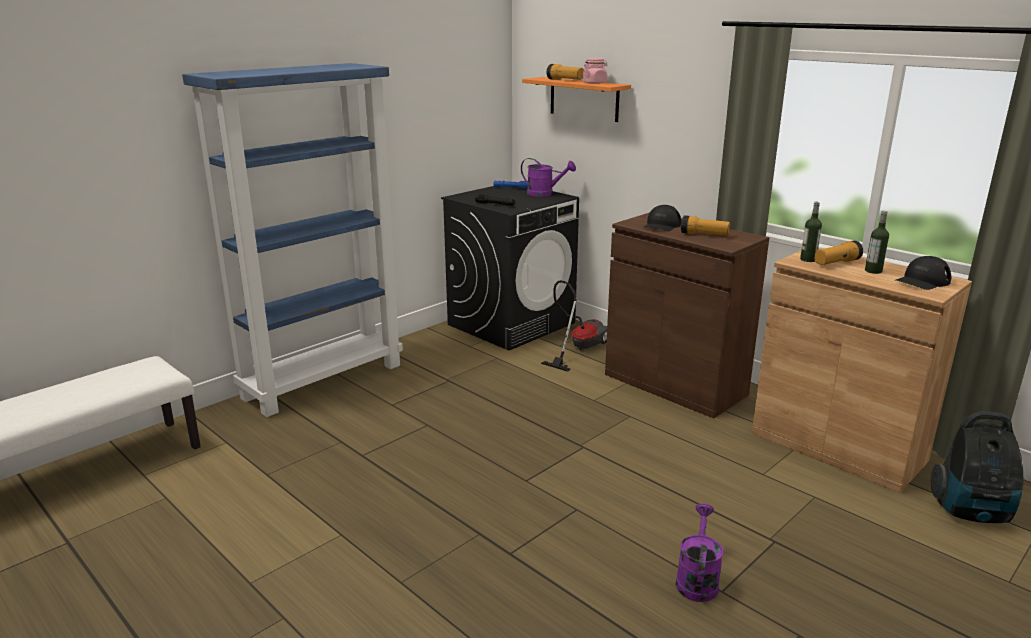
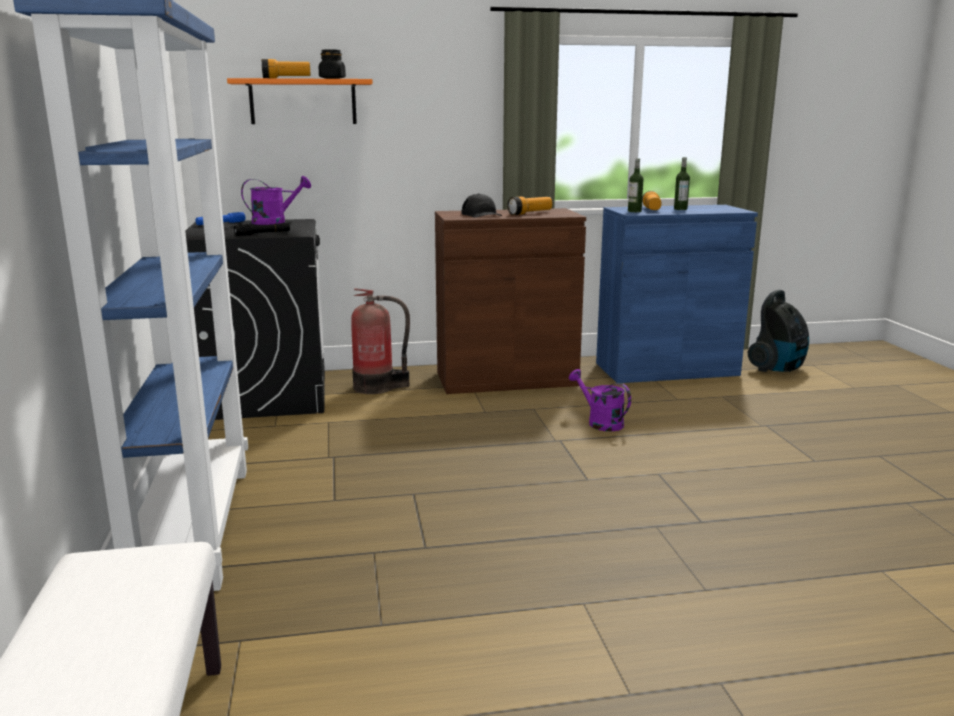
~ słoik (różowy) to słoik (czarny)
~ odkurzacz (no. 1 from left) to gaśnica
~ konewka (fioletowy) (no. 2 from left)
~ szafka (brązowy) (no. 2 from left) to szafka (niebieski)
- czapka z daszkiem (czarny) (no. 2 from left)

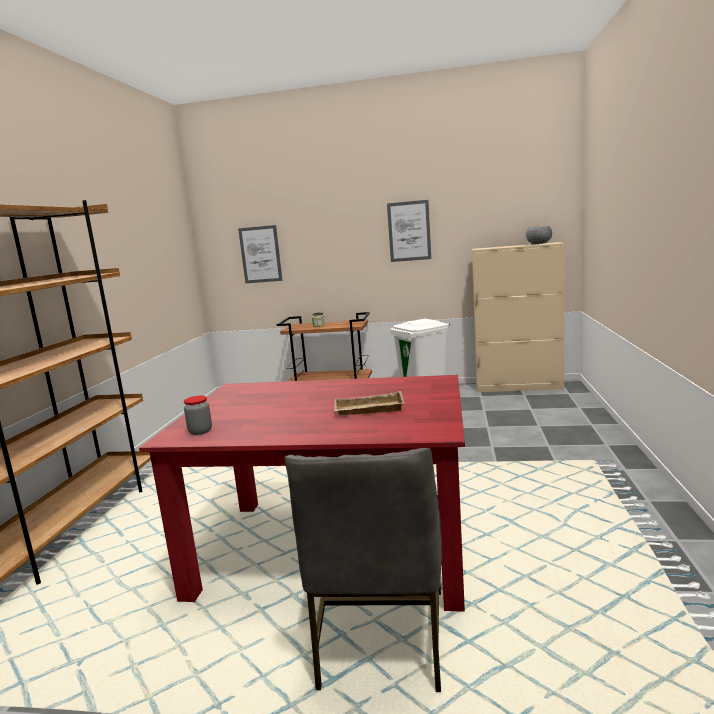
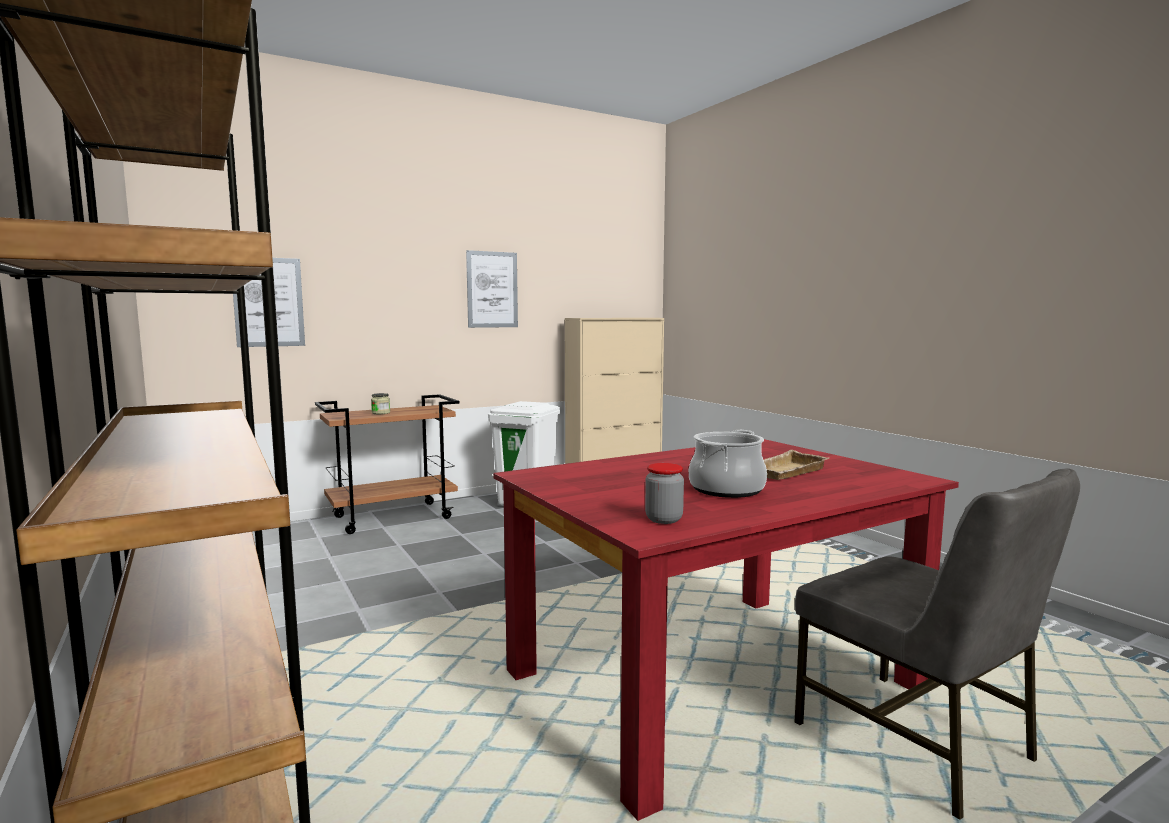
+ garnek
- miska (szary)

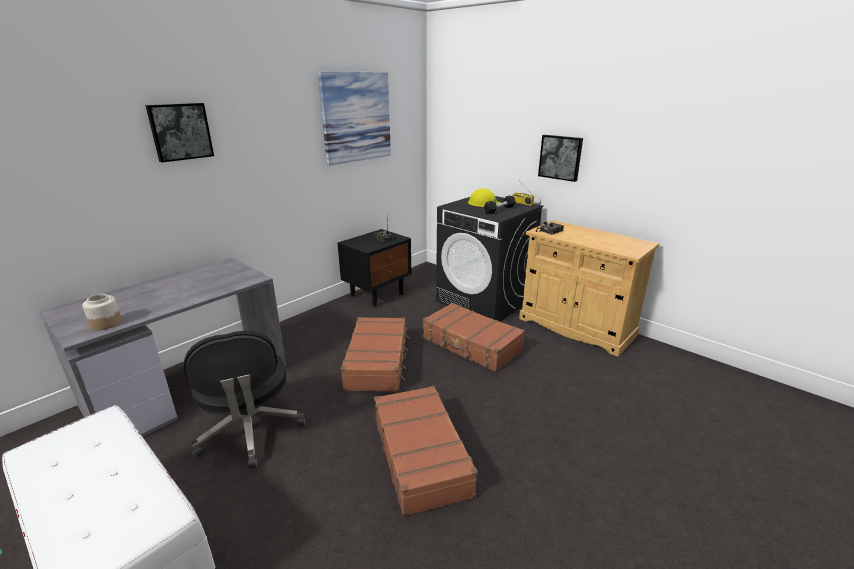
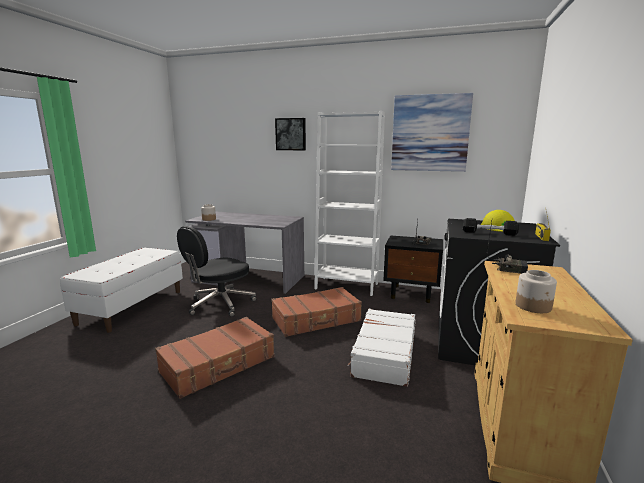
+ regał (biały)
~ walizka (brązowy) (no. 3 from left) to walizka (biały)
+ słoik (no. 2 from left)
- obraz (no. 3 from left)

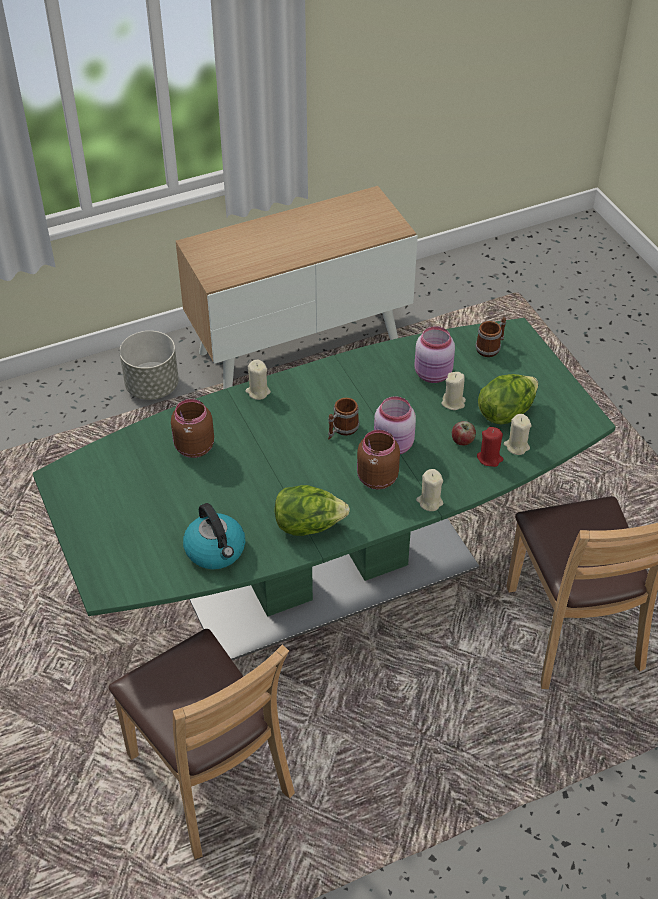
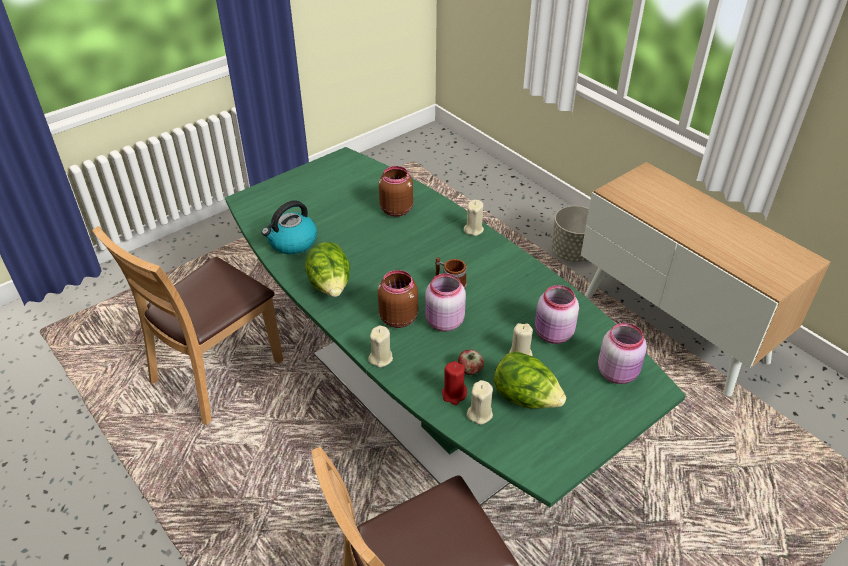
~ kubek (no. 2 from left) to słoik (różowy) (no. 3 from left)

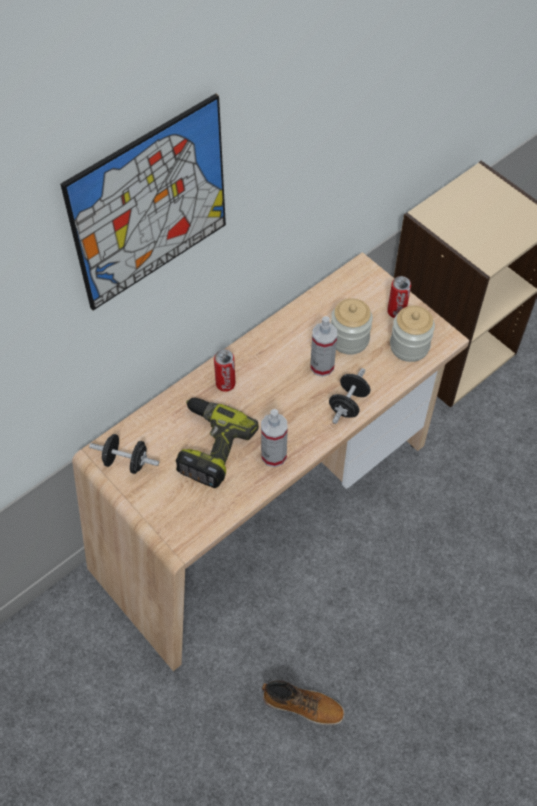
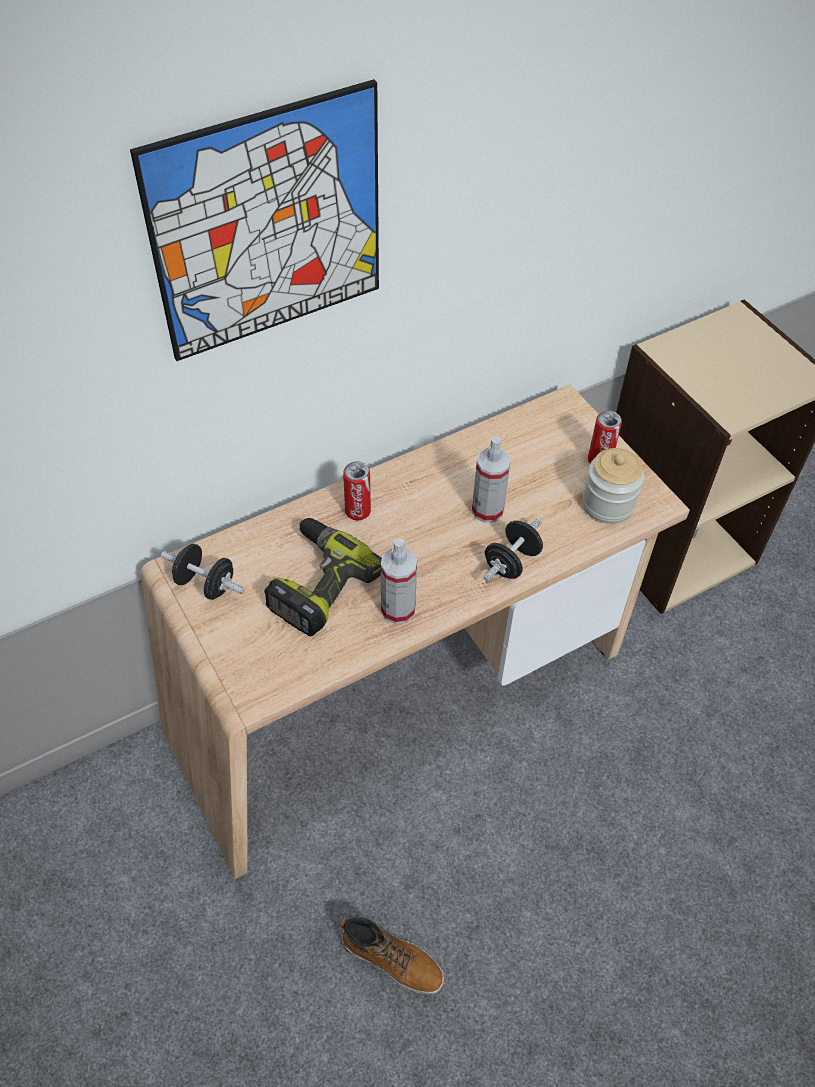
- słoik (no. 1 from left)

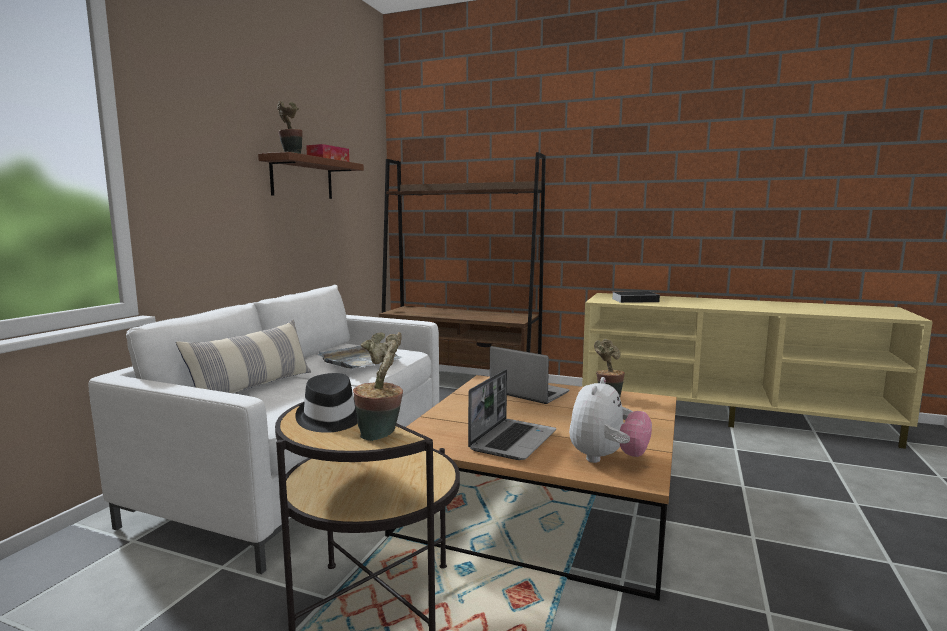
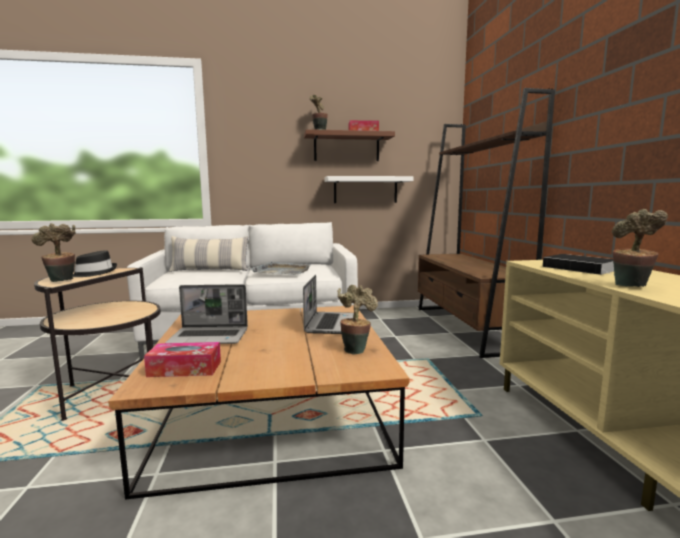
~ pluszak to pudełko chusteczek (no. 1 from left)
+ półka (biały)
+ roślina doniczkowa (no. 4 from left)

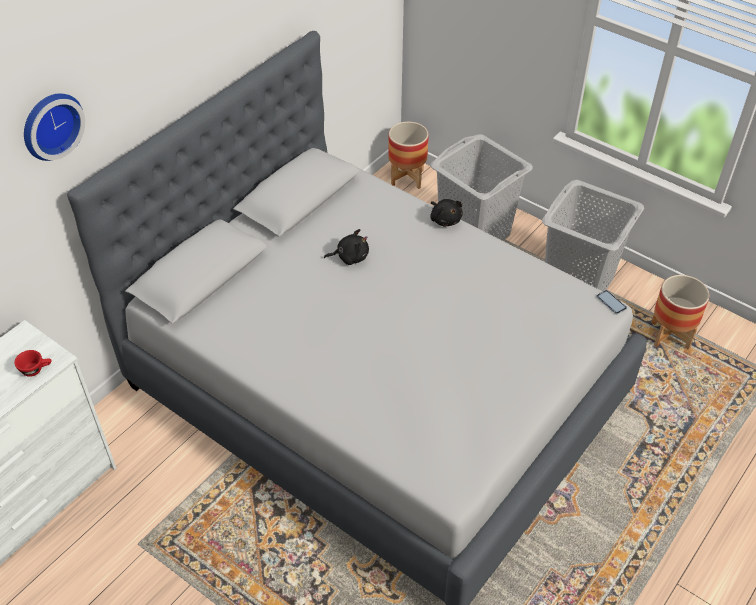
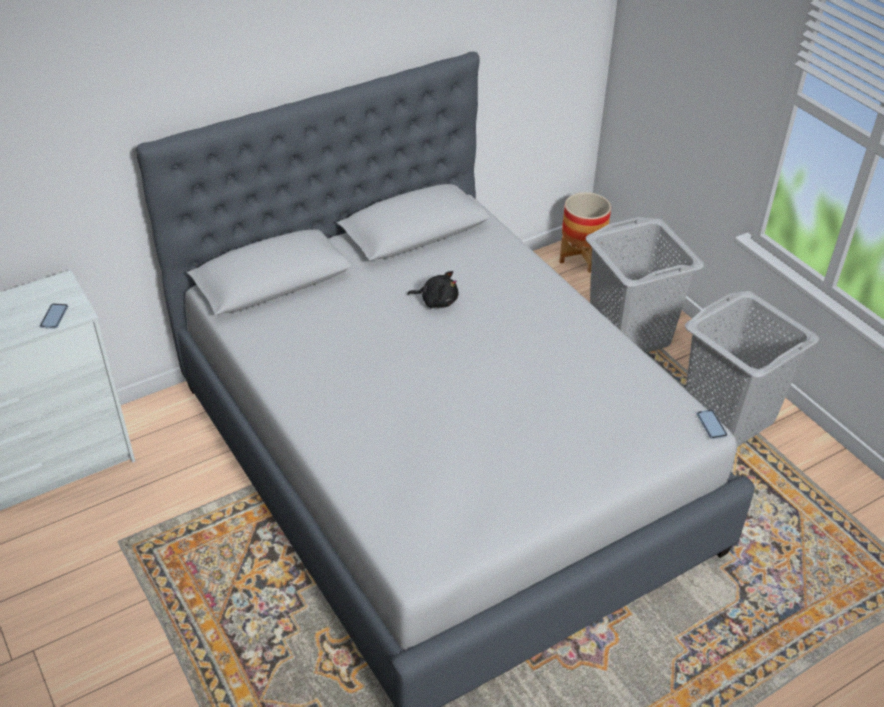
~ filiżanka (czerwony) to telefon (no. 1 from left)
- zegar ścienny
- pluszak (czarny) (no. 2 from left)
- donica (no. 2 from left)

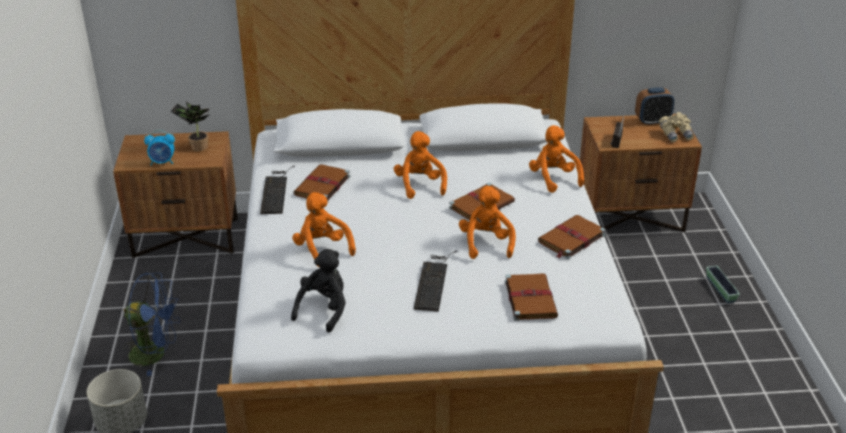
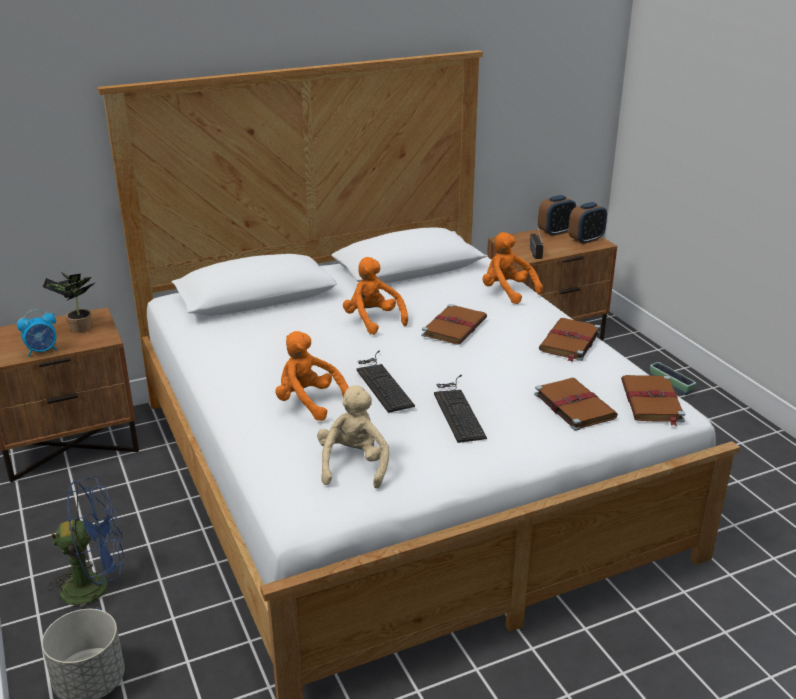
~ pluszak (czarny) to pluszak (beżowy)
~ klawiatura (no. 1 from left)
~ lornetka (beżowy) to budzik (no. 3 from left)
~ książka (brązowy) (no. 1 from left in the first image) to książka (brązowy) (no. 4 from left)
- pluszak (pomarańczowy) (no. 3 from left)

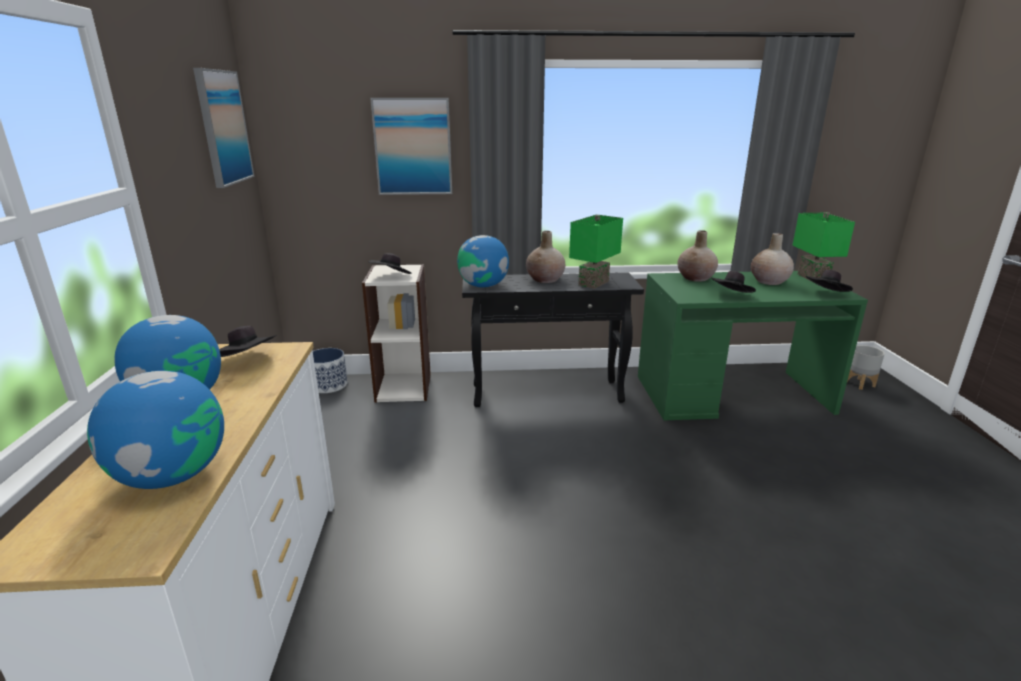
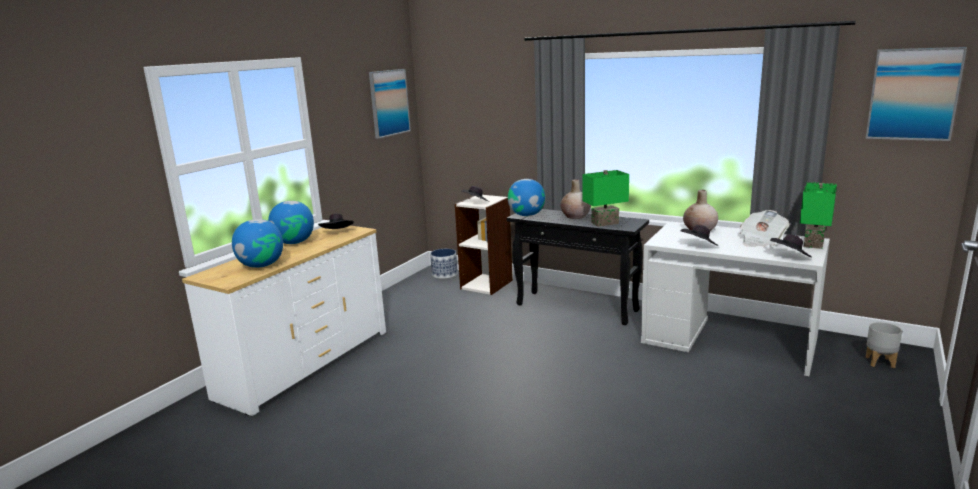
~ biurko (zielony) to biurko (biały)
~ wazon (beżowy) (no. 3 from left) to gazeta
~ obraz (no. 2 from left)

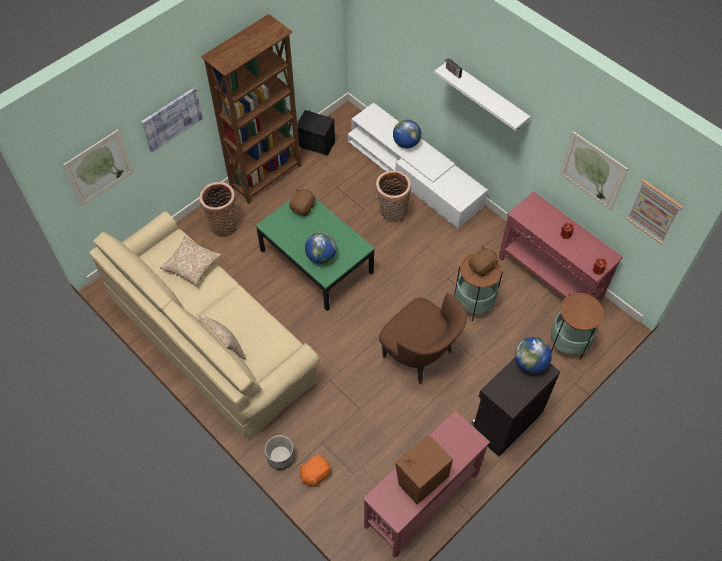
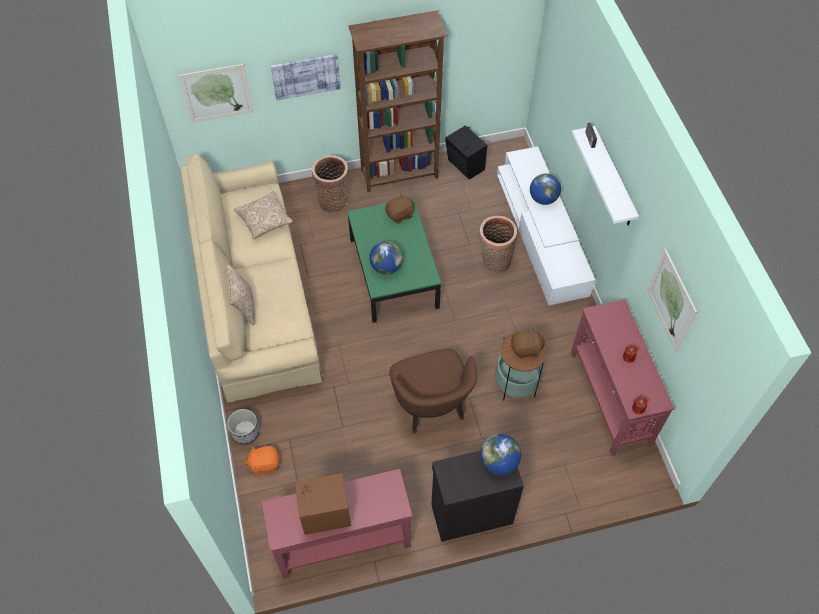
- stolik (no. 2 from left)
- obraz (no. 4 from left)

